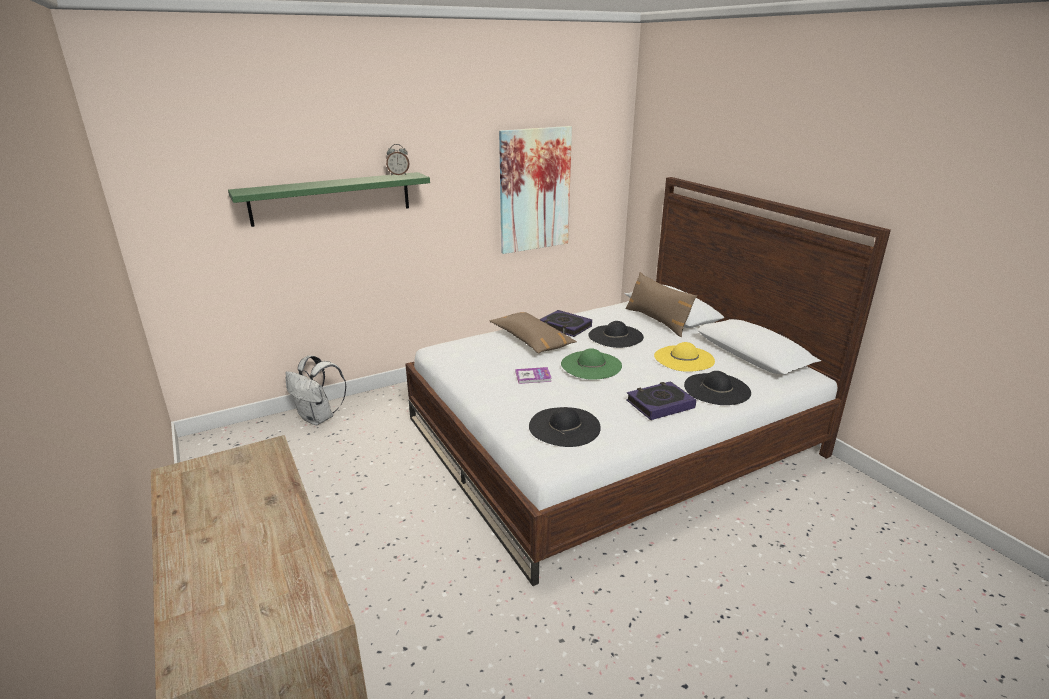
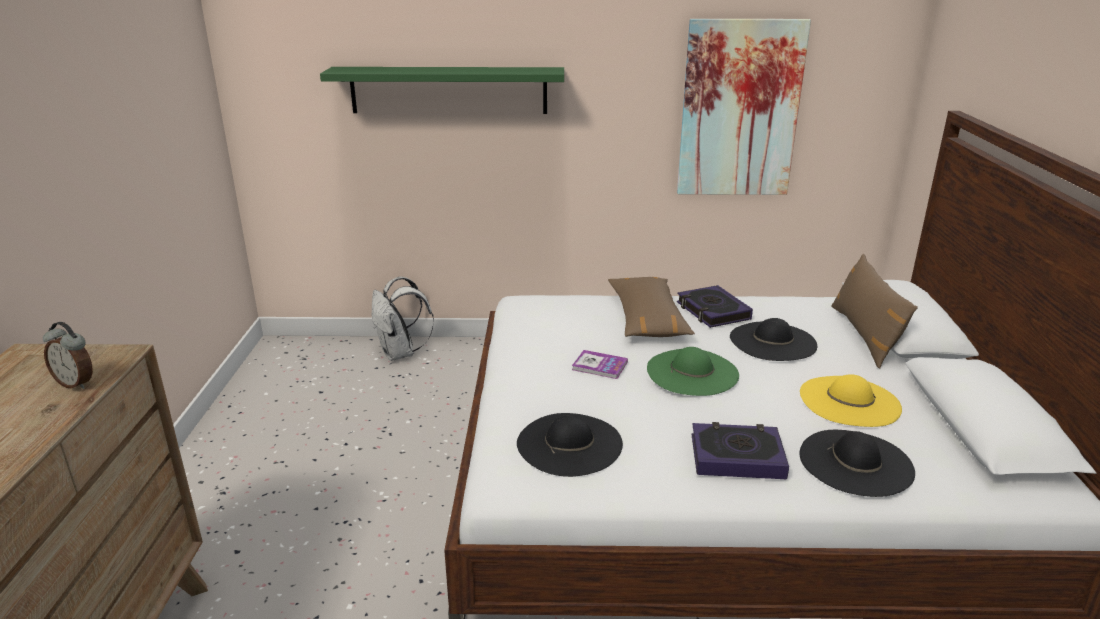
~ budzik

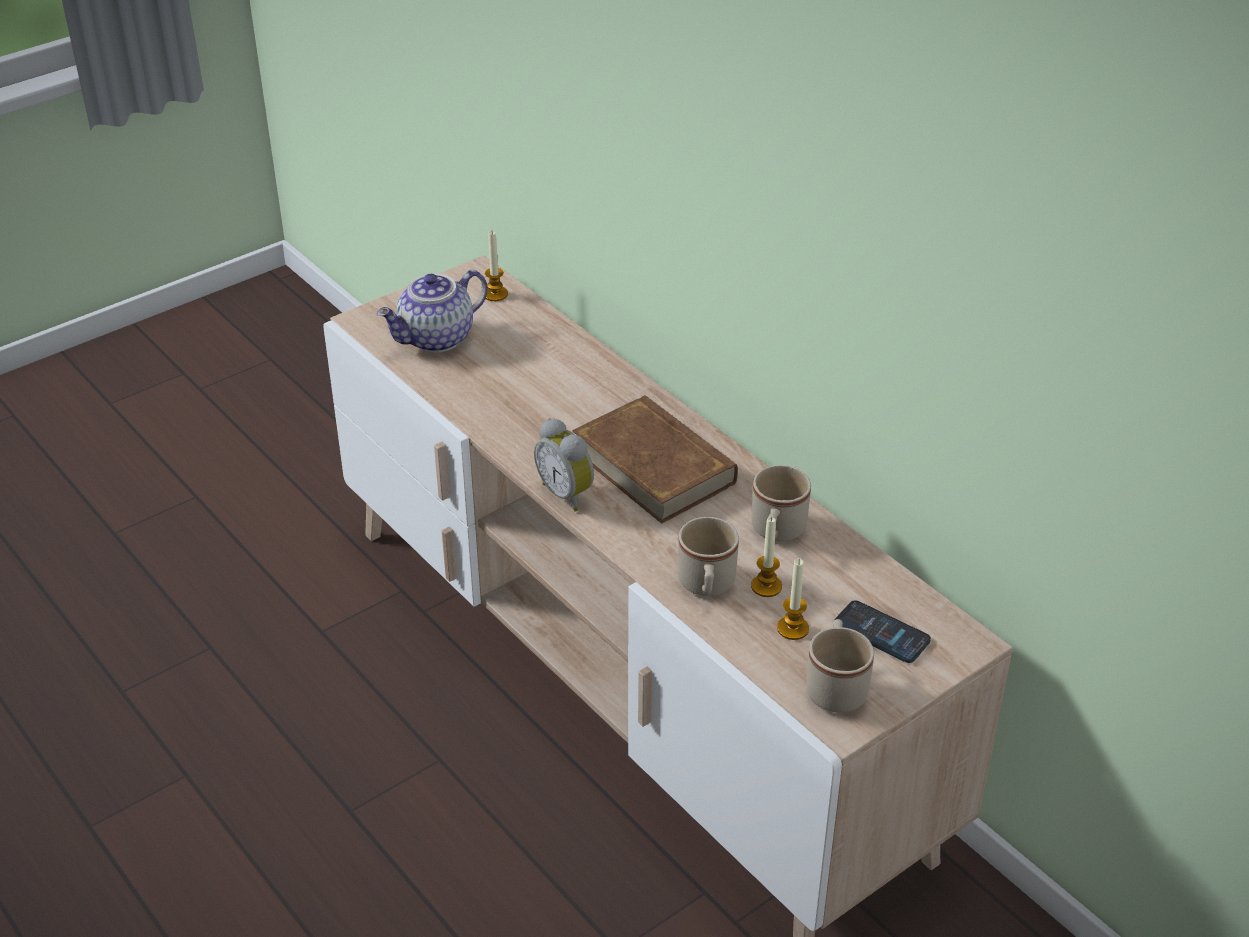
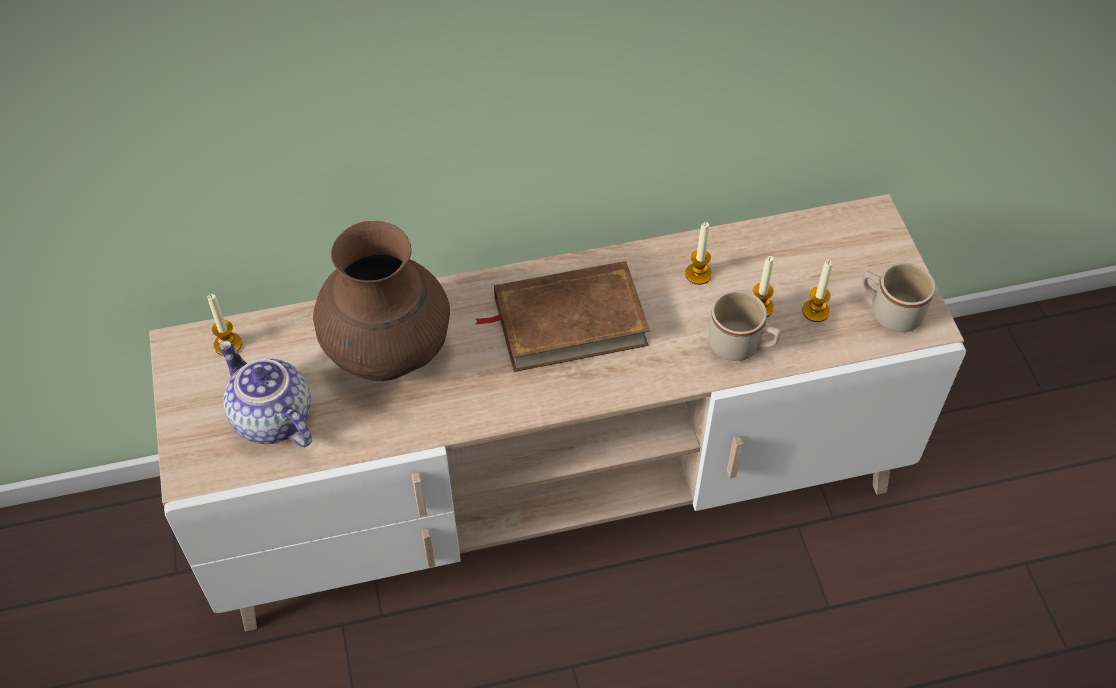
~ imbryk 150 degrees clockwise
+ wazon (brązowy)
~ kubek (beżowy) (no. 2 from left) to świeca (no. 2 from left)
- budzik
- telefon

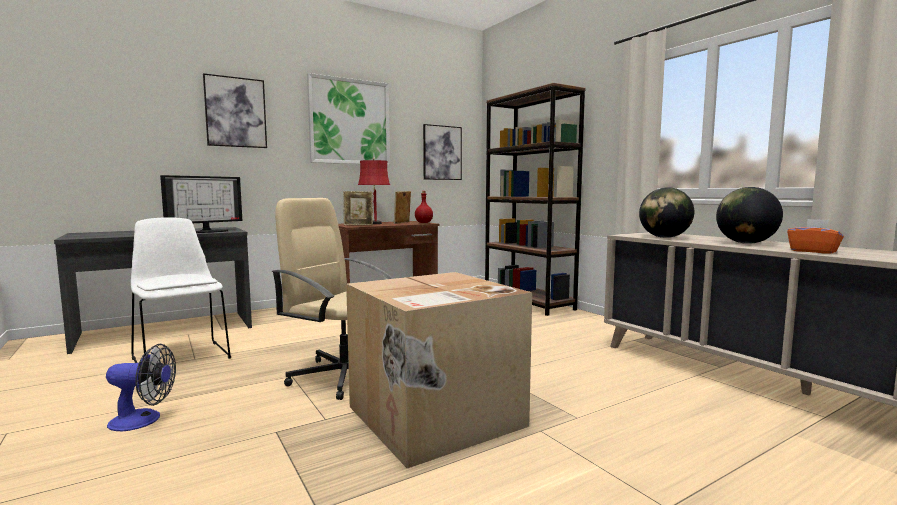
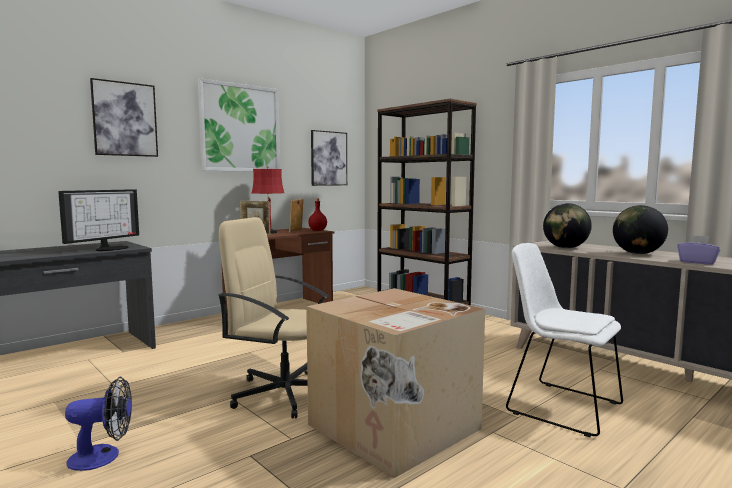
~ krzesło (biały)
~ pudełko chusteczek (pomarańczowy) to pudełko chusteczek (fioletowy)

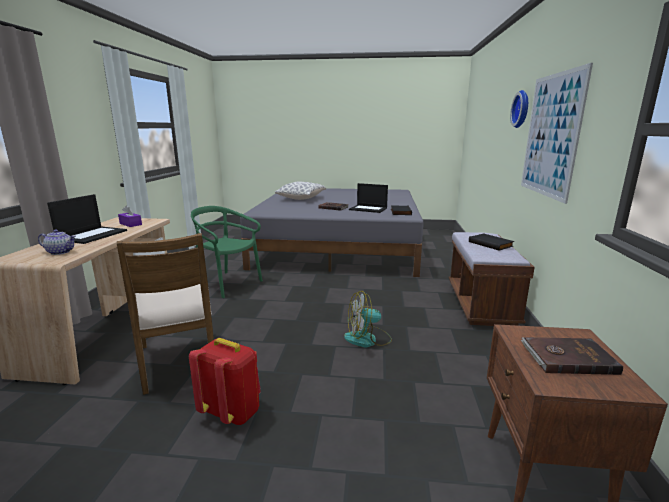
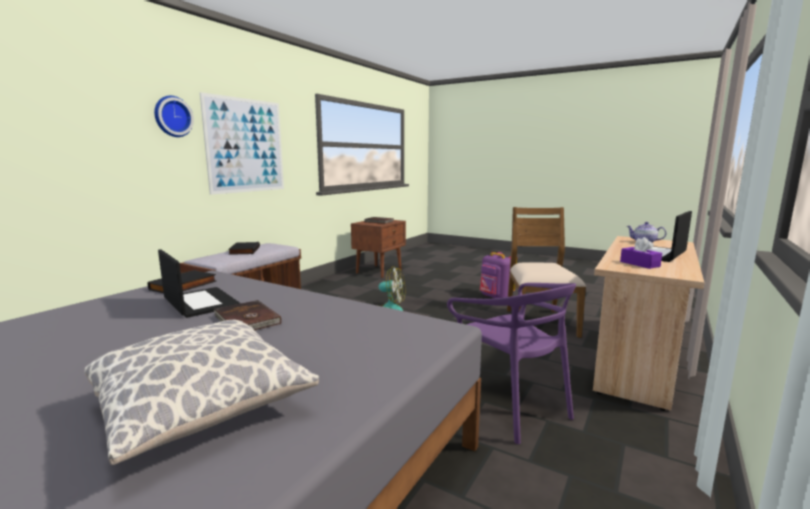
~ krzesło (zielony) to krzesło (fioletowy)
~ plecak (czerwony) to plecak (fioletowy)

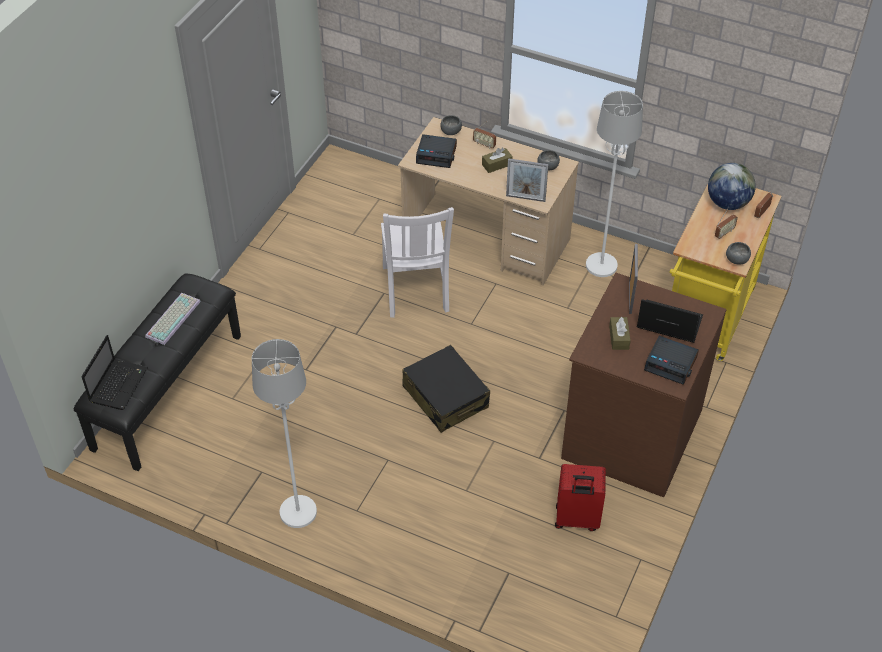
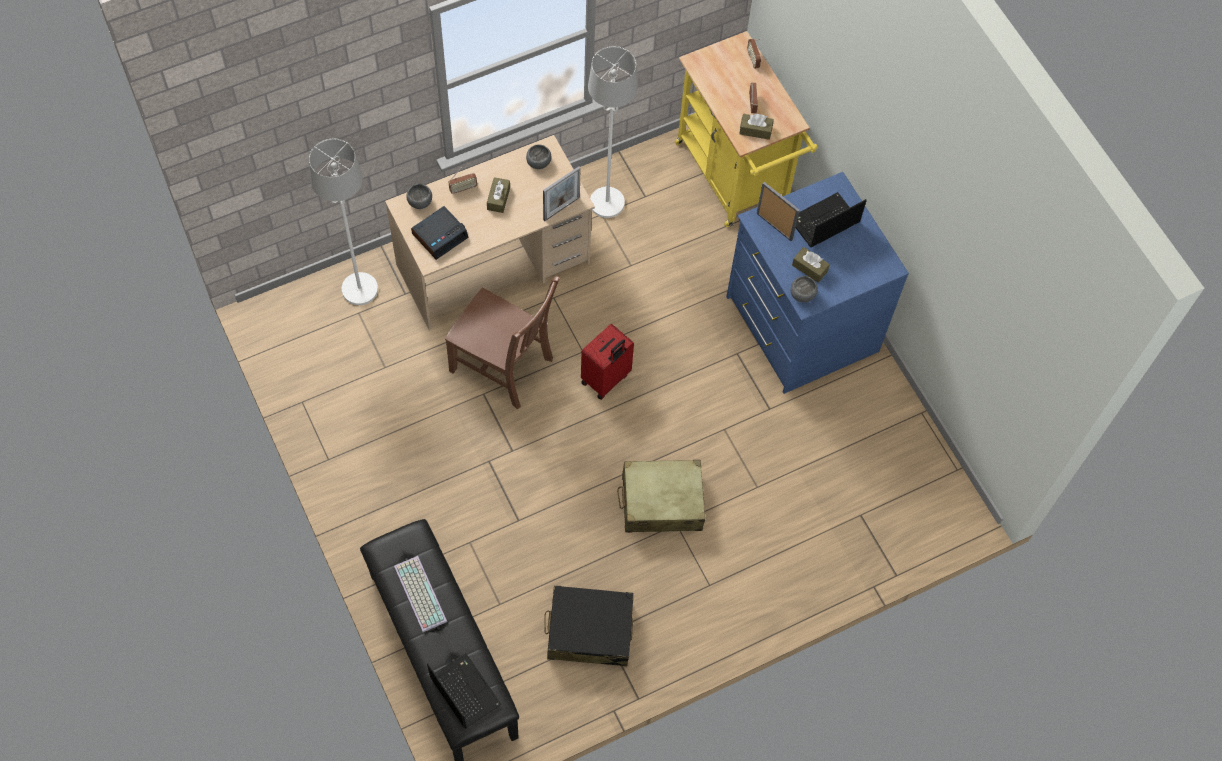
~ lampa stojąca (biały) (no. 1 from left)
~ krzesło (biały) to krzesło (brązowy)
~ walizka (czarny)
~ walizka (czerwony)
+ walizka (beżowy)
~ komoda (brązowy) to komoda (niebieski)
+ pudełko chusteczek (brązowy) (no. 2 from left)
~ miska (szary) (no. 3 from left)
- budzik (no. 2 from left)
- globus

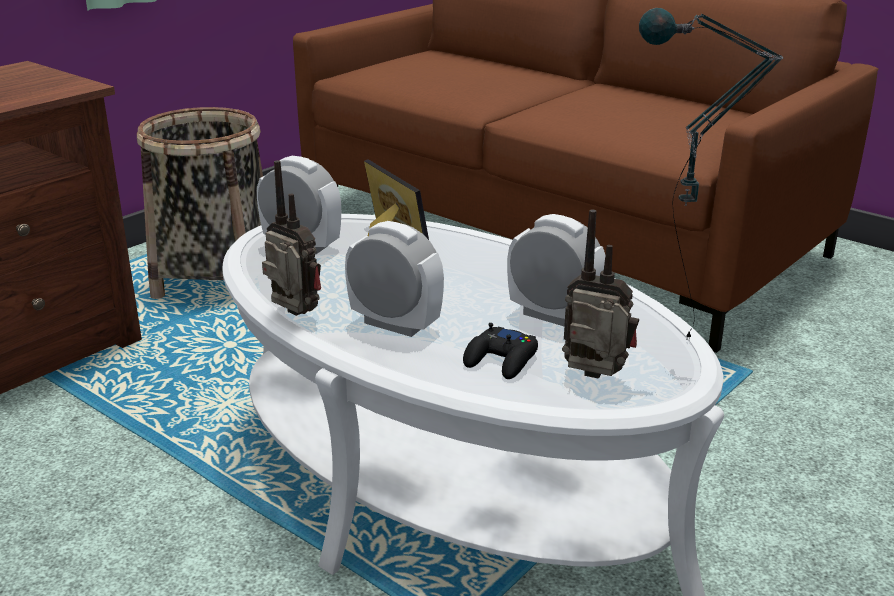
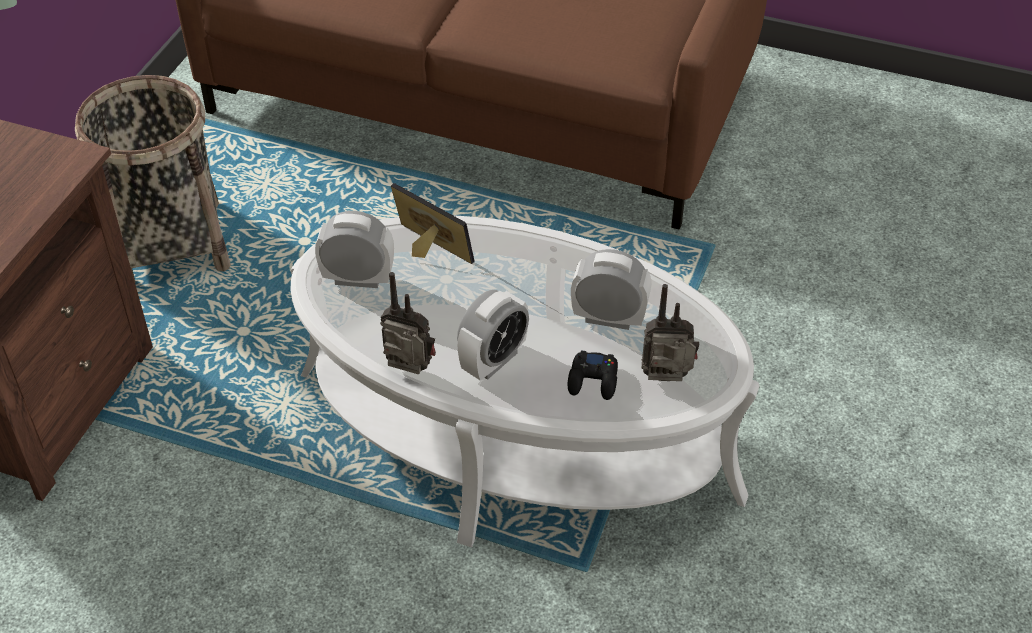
~ budzik (no. 2 from left) 120 degrees clockwise
- lampa stołowa

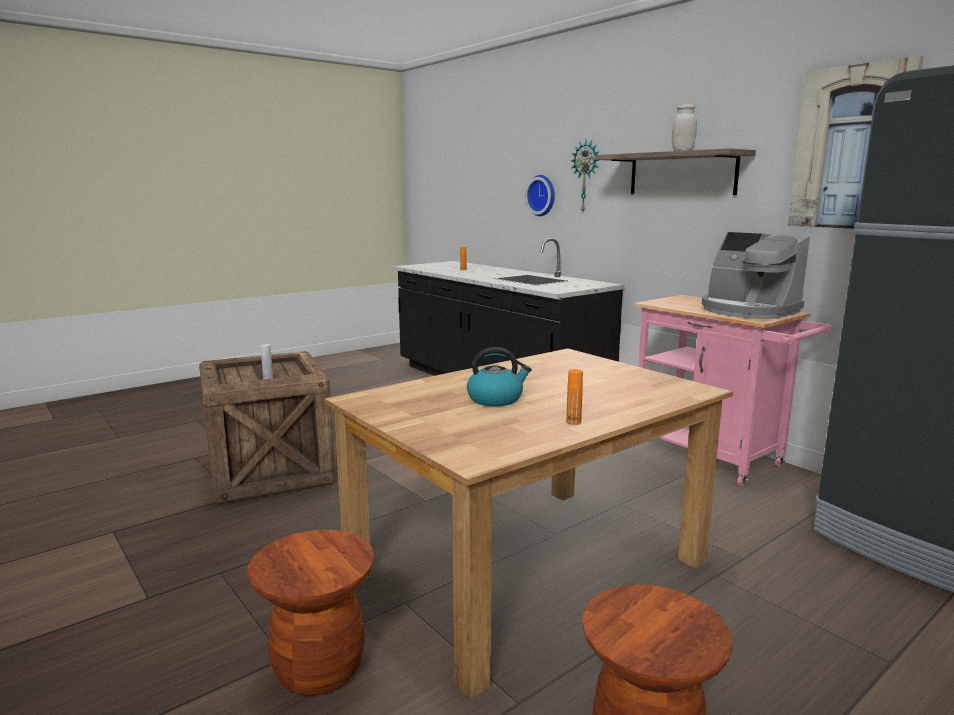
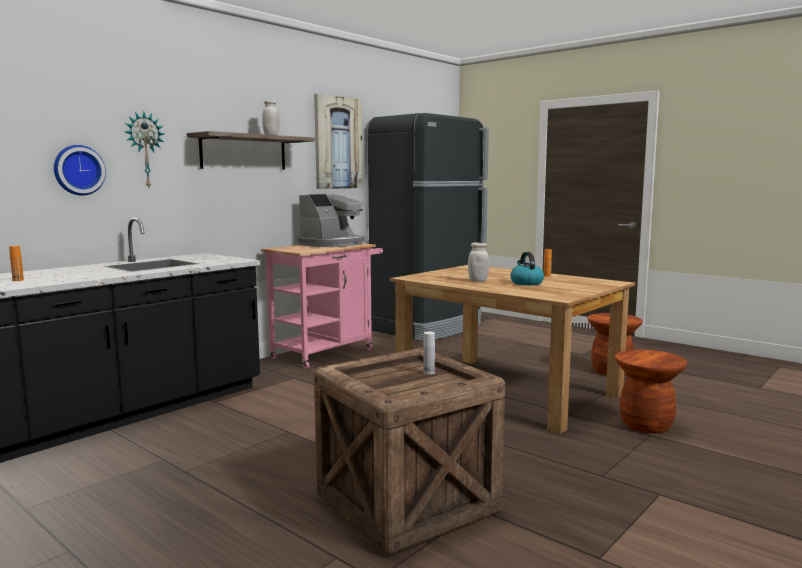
+ słoik (biały) (no. 2 from left)

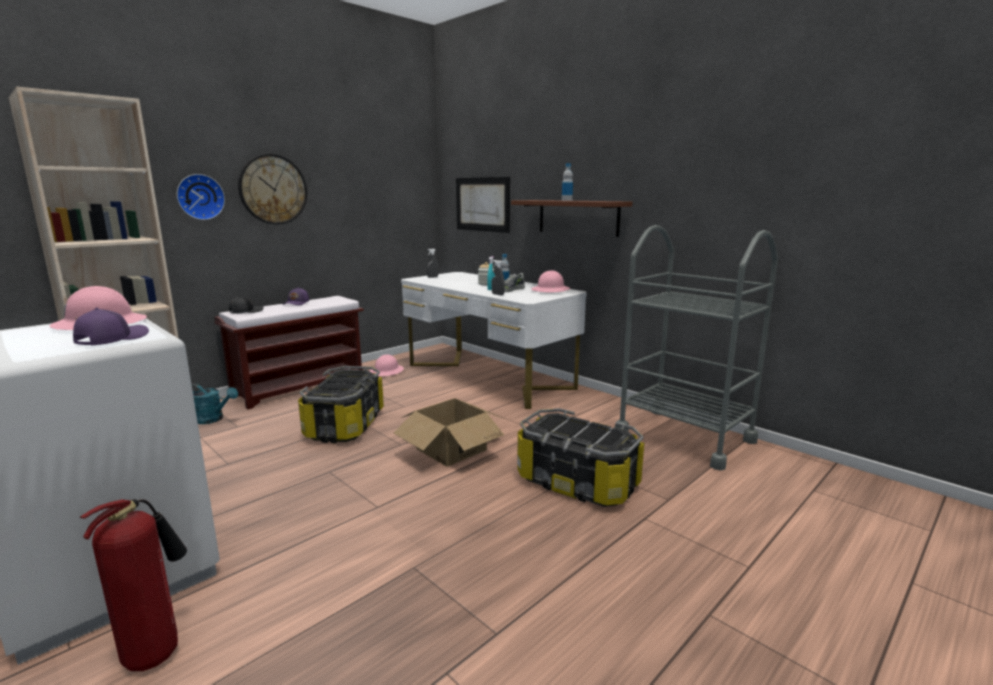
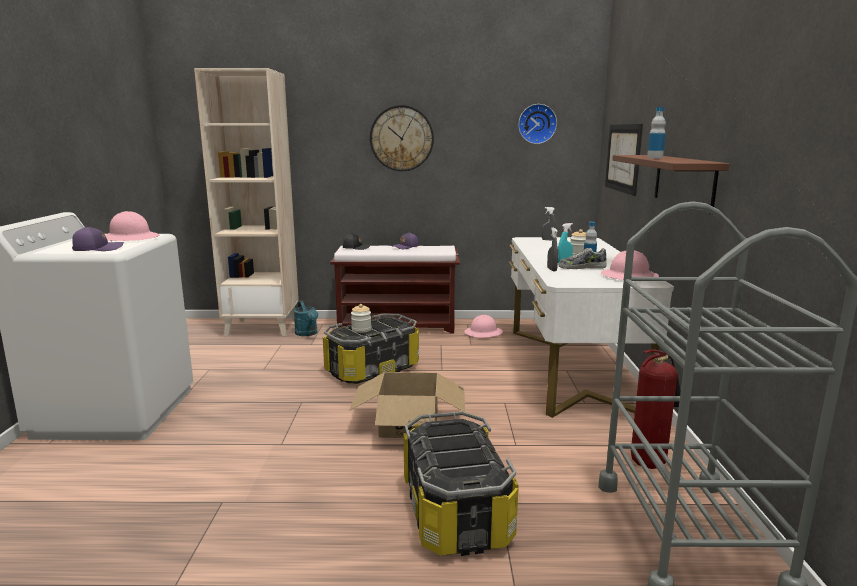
+ słoik (no. 1 from left)
~ zegar ścienny (no. 1 from left in the first image) to zegar ścienny (no. 2 from left)
~ gaśnica

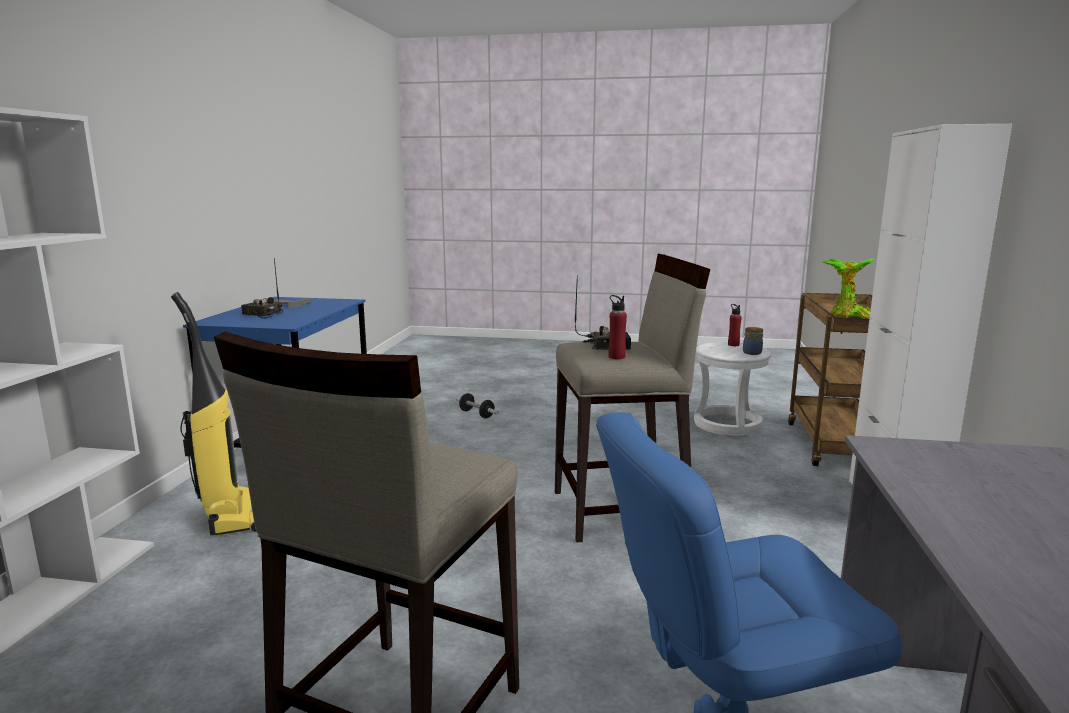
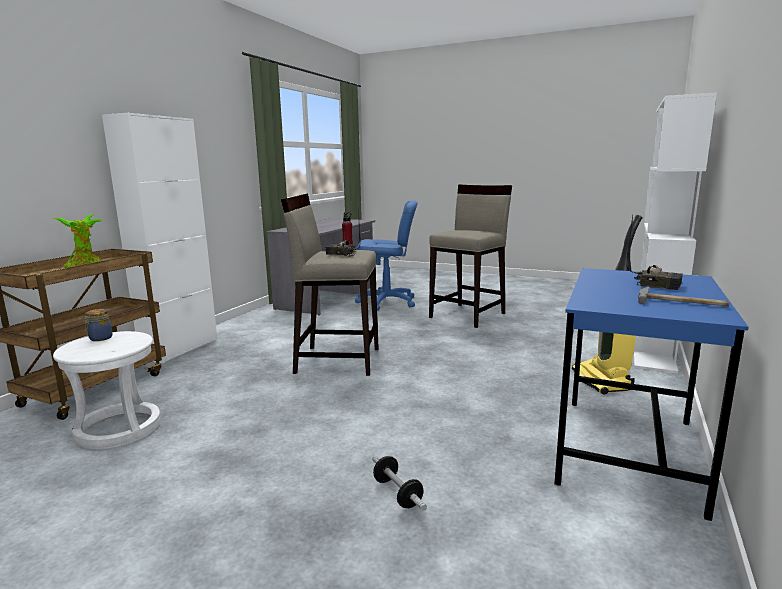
- butelka (czerwony) (no. 2 from left)

